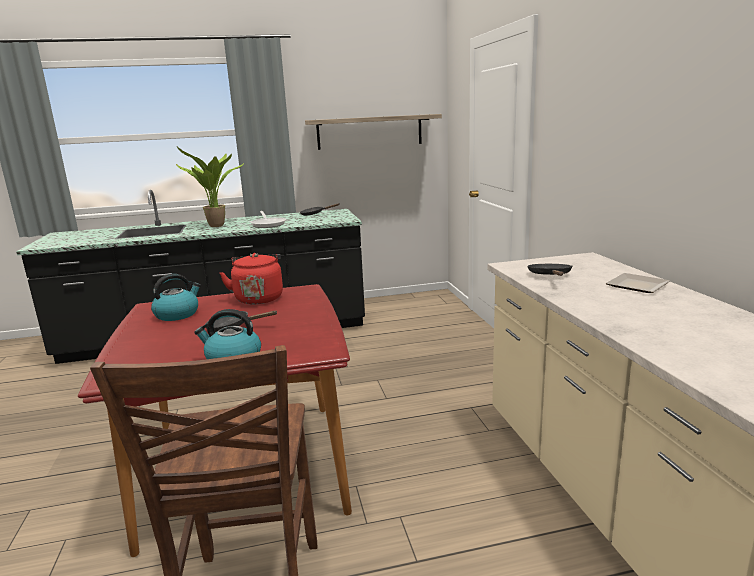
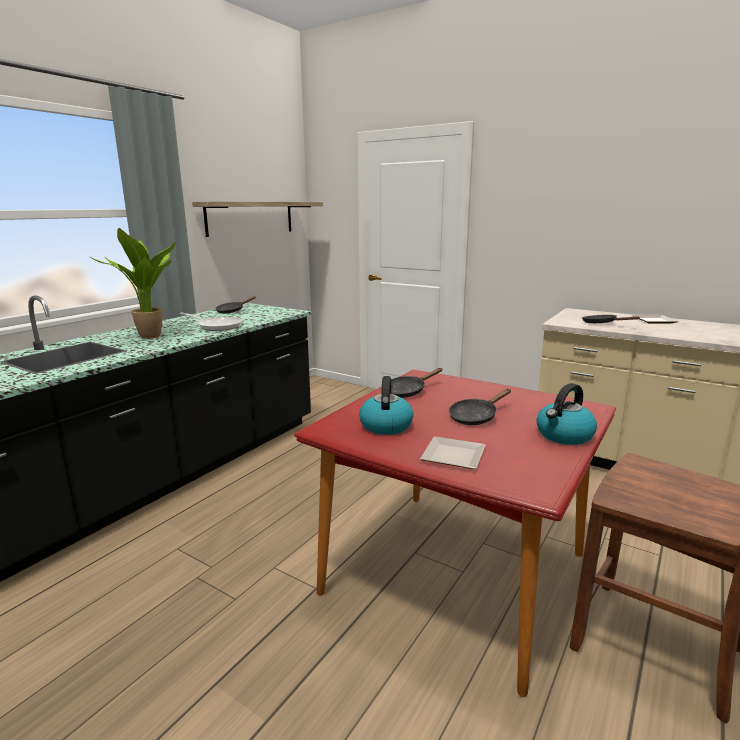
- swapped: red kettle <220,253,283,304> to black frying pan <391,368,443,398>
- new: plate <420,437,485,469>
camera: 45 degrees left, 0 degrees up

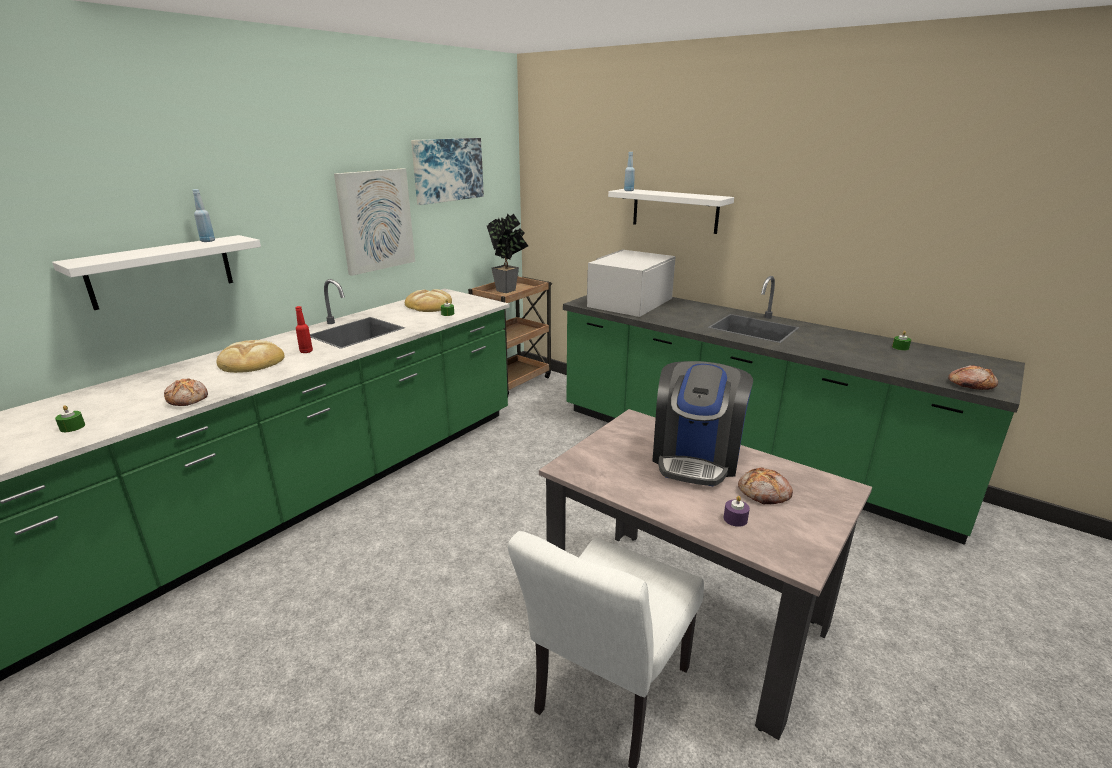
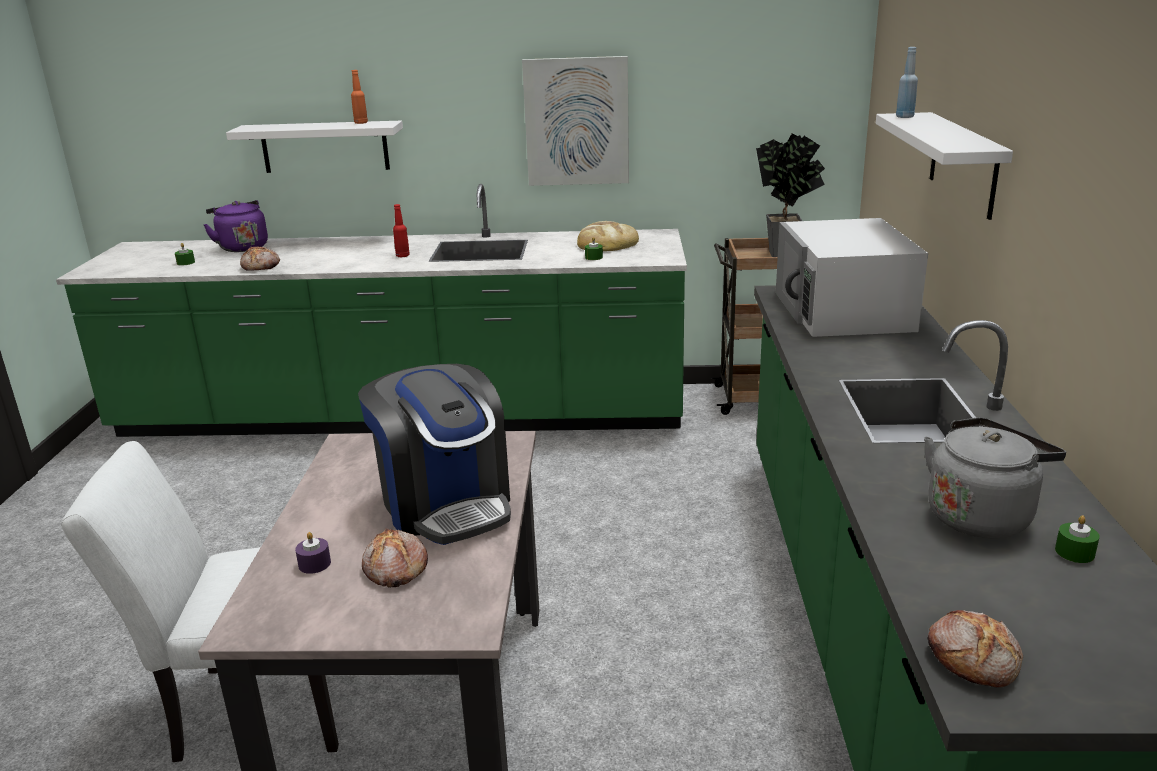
- repainted: blue bottle <192,189,215,242> to orange bottle <351,70,368,124>
- gone: bread <217,340,285,373>
- gone: picture <411,138,484,205>
- rotated: white microwave <587,250,676,317> = <776,218,928,337> 90 degrees counterclockwise
- rotated: coffee machine <652,361,753,486> = <358,364,511,545> 105 degrees counterclockwise
- new: purple kettle <203,200,268,252>
- new: grey kettle <924,417,1066,538>
camera: 55 degrees right, 0 degrees up

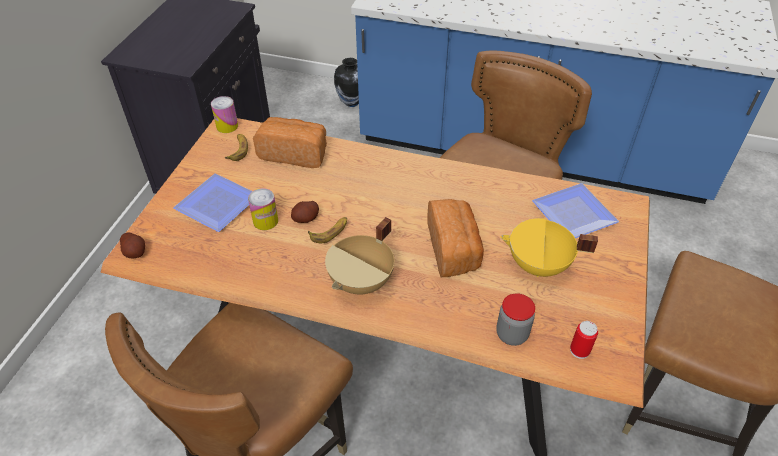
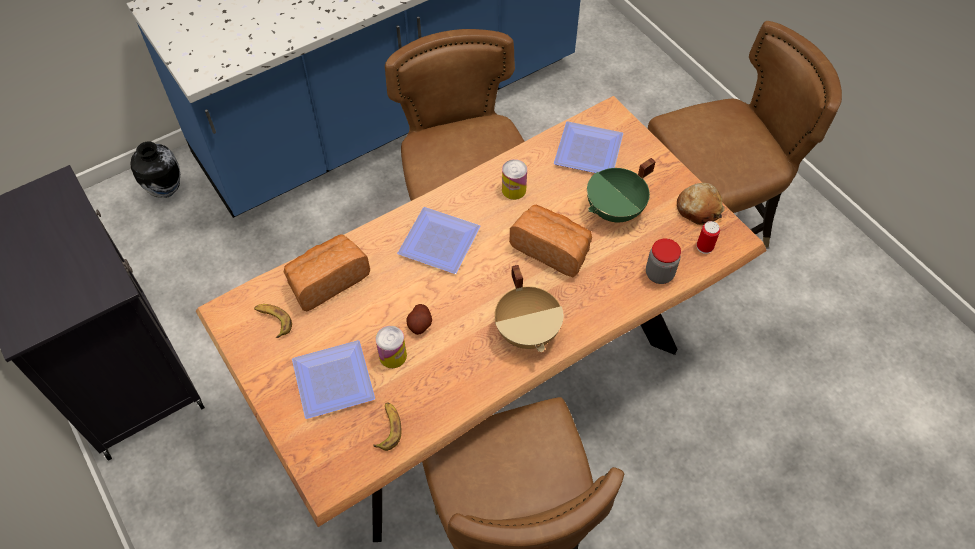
- gone: potato <120,232,145,258>
- shifted: can <211,96,238,133> to <502,159,527,200>
- shifted: banana <308,217,347,243> to <373,402,401,451>
- repainted: yellow cooking pot <501,218,598,277> to green cooking pot <587,158,656,222>
- new: plate <397,207,481,274>
- new: bread <677,183,725,225>
camera: 50 degrees left, 10 degrees up

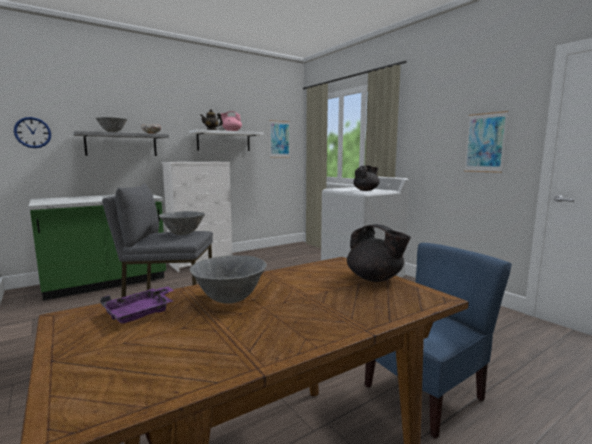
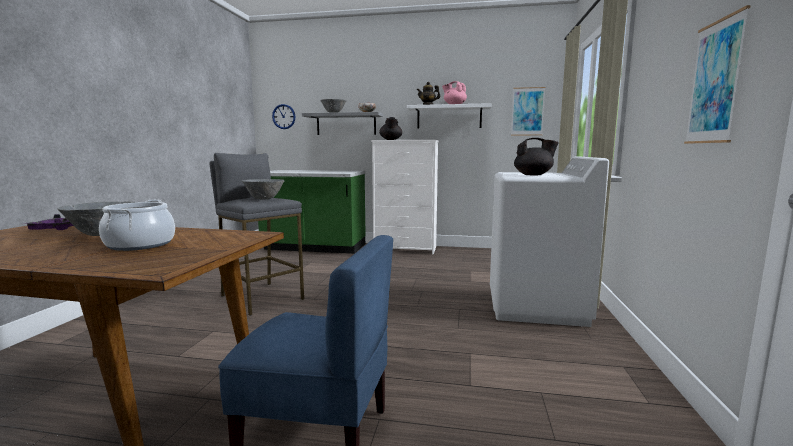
- shifted: black teapot <347,224,411,282> to <379,117,402,140>
- new: cooking pot <99,200,175,251>
camera: 45 degrees right, 0 degrees up

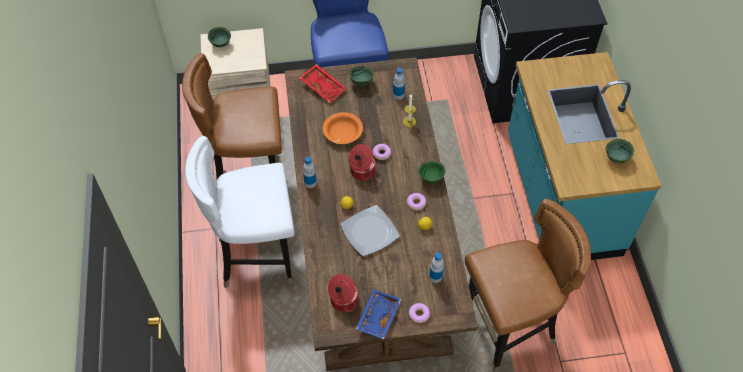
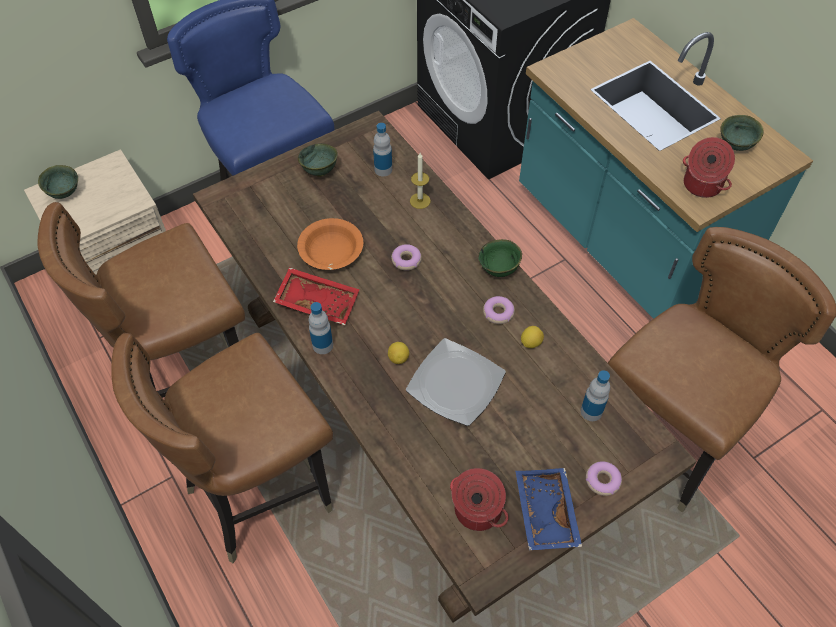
- repainted: white chair <185,136,294,288> to brown chair <111,333,333,563>
- shifted: red tray <299,64,347,103> to <273,267,360,325>
- shifted: cooking pot <349,144,376,181> to <683,137,735,198>
camera: 25 degrees left, 0 degrees up

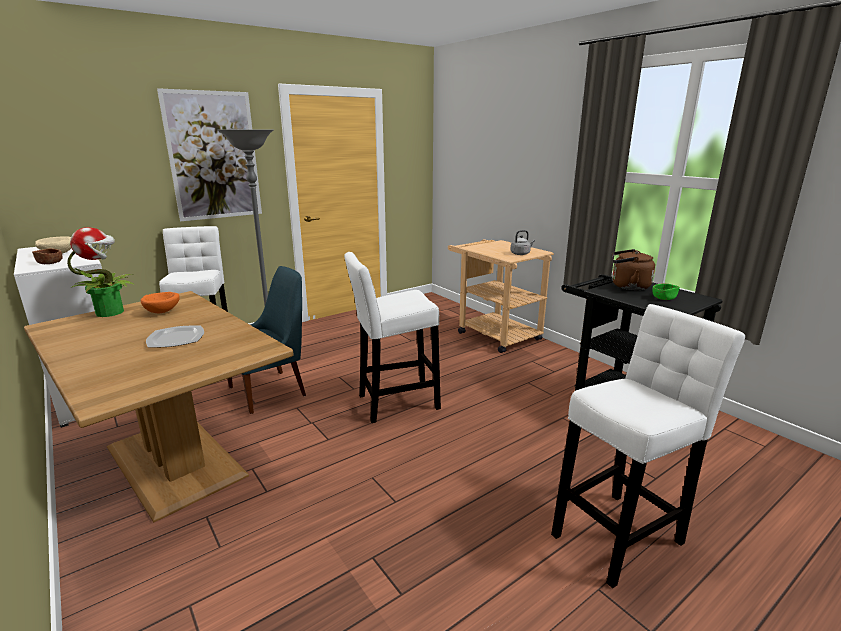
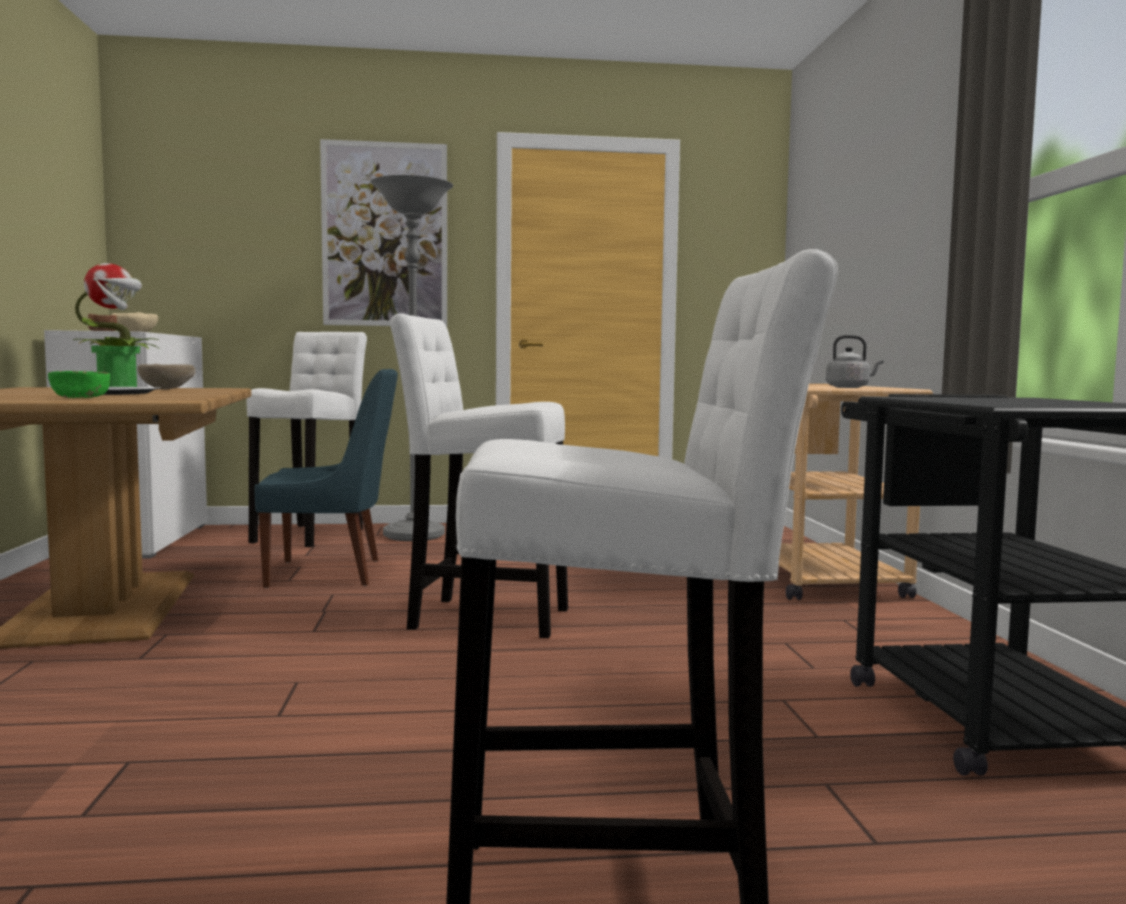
- repainted: orange bowl <141,292,180,313> to beige bowl <138,364,196,390>
- gone: brown kettle <612,249,655,290>
- shifted: green bowl <652,283,680,300> to <48,371,110,398>
camera: 30 degrees right, 15 degrees down

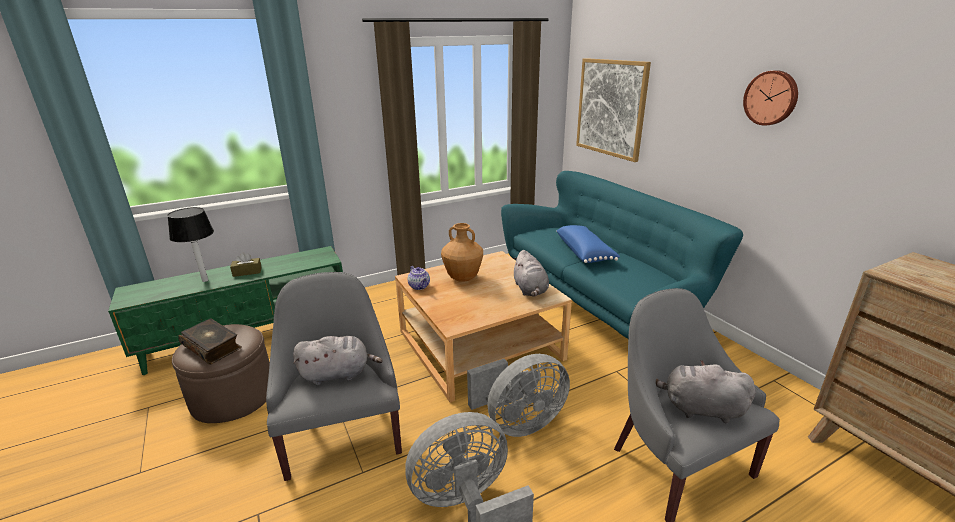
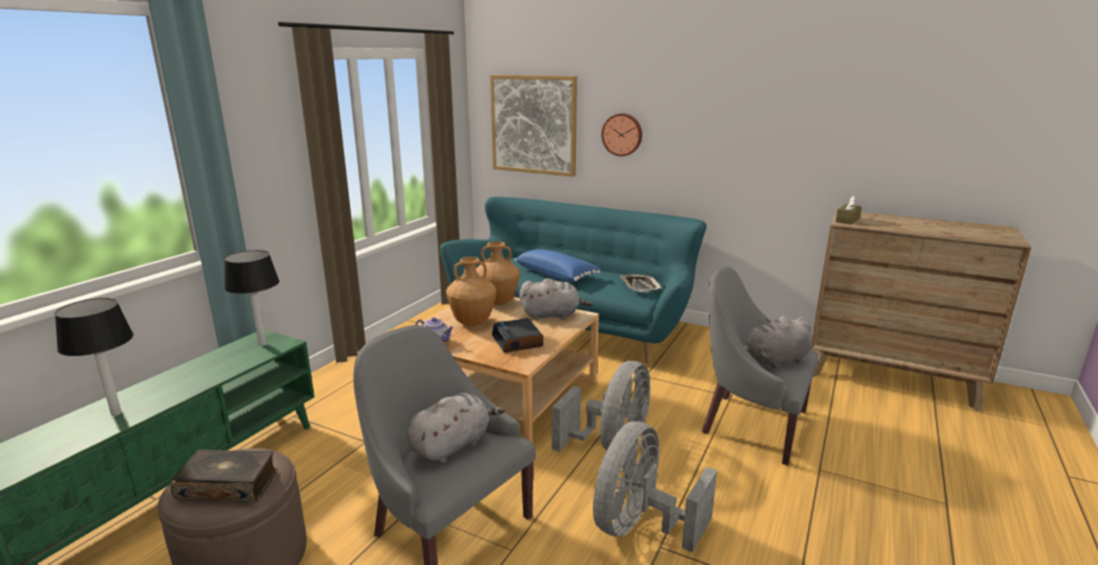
- shifted: brown tissue box <230,253,262,277> to <835,196,862,225>
- rotated: grey plush toy <513,250,549,297> = <519,278,592,320> 45 degrees counterclockwise
- shifted: wall clock <743,70,798,126> to <602,113,642,156>
- new: table lamp <224,250,279,346>
- new: brown vase <476,241,520,305>
- new: alarm clock <492,318,543,353>
- new: tray <620,274,662,293>
camera: 35 degrees left, 5 degrees down

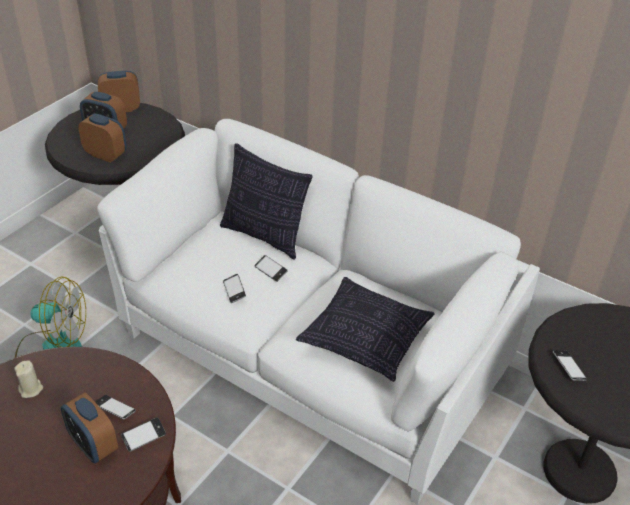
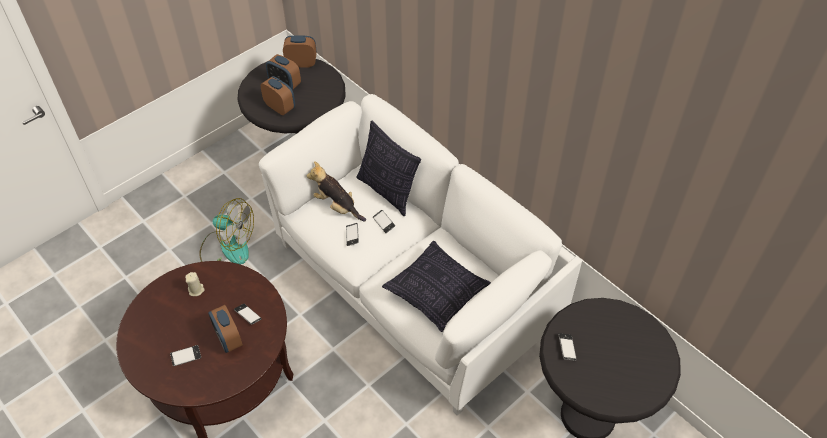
- shifted: phone <121,417,166,452> to <170,345,201,366>
- new: plush toy <307,161,366,222>
camera: 15 degrees right, 10 degrees up

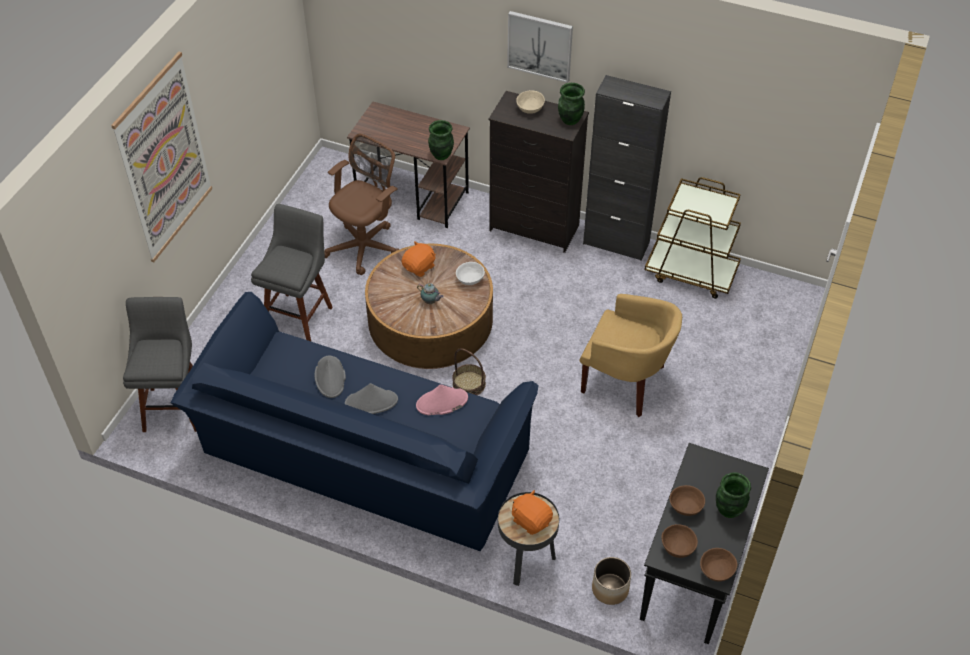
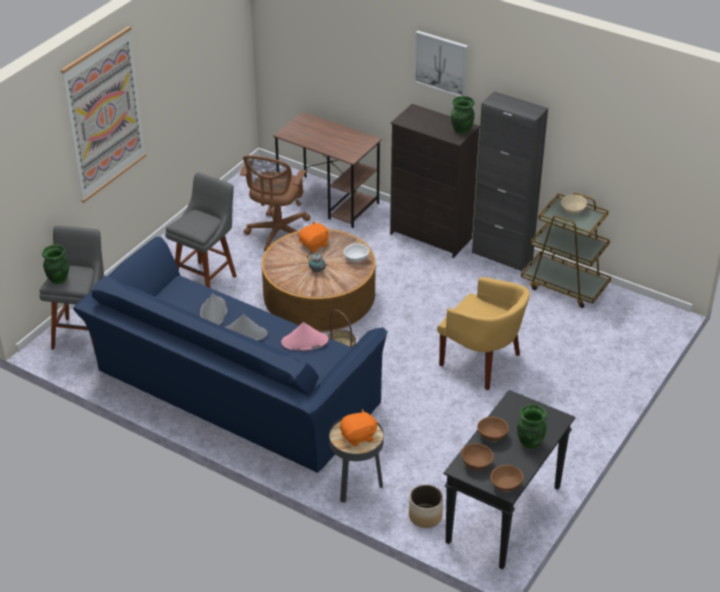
- rotated: brown office chair <324,134,399,275> = <240,155,310,252> 150 degrees clockwise
- shifted: green vase <428,120,454,160> to <42,245,69,284>
- rotated: orange plush toy <512,490,553,535> = <340,409,378,446> 105 degrees clockwise
- shifted: beige bowl <516,90,545,114> to <561,194,587,214>
camera: 10 degrees right, 10 degrees down

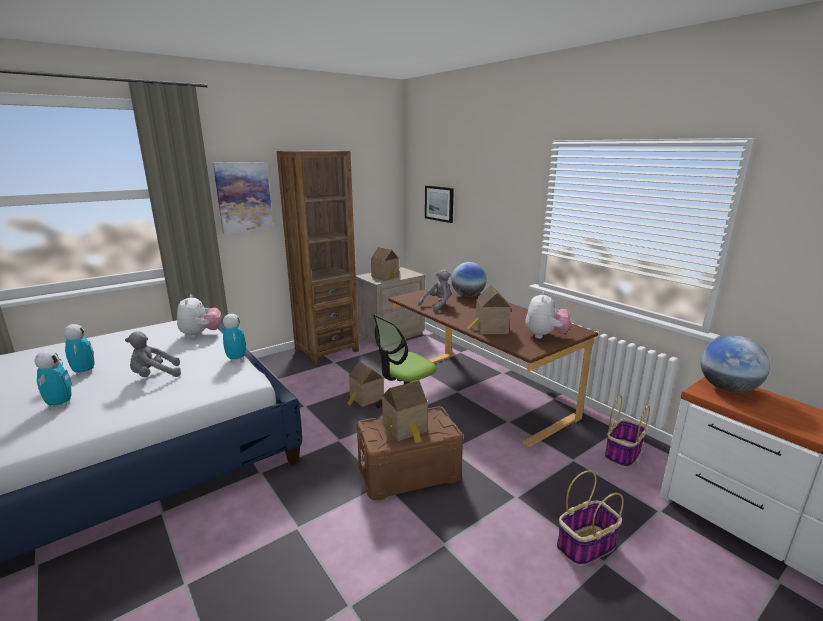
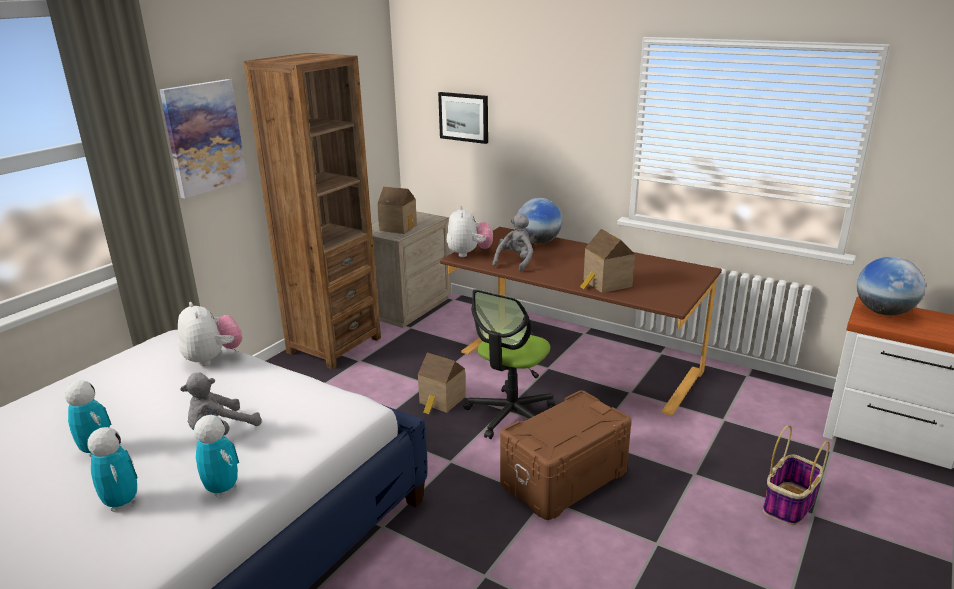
- shifted: toy robot <223,314,246,362> to <194,415,239,498>
- gone: toy house <382,380,428,443>
- shifted: plush toy <525,291,571,339> to <447,206,493,257>
- gone: basket <605,396,650,468>
camera: 20 degrees left, 5 degrees up

